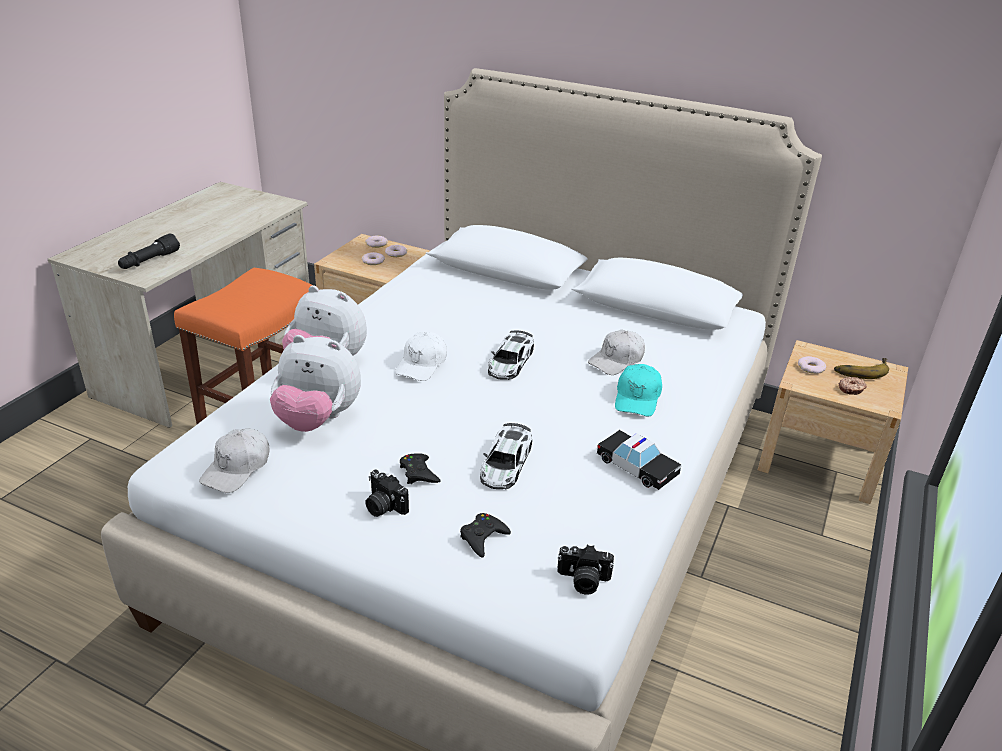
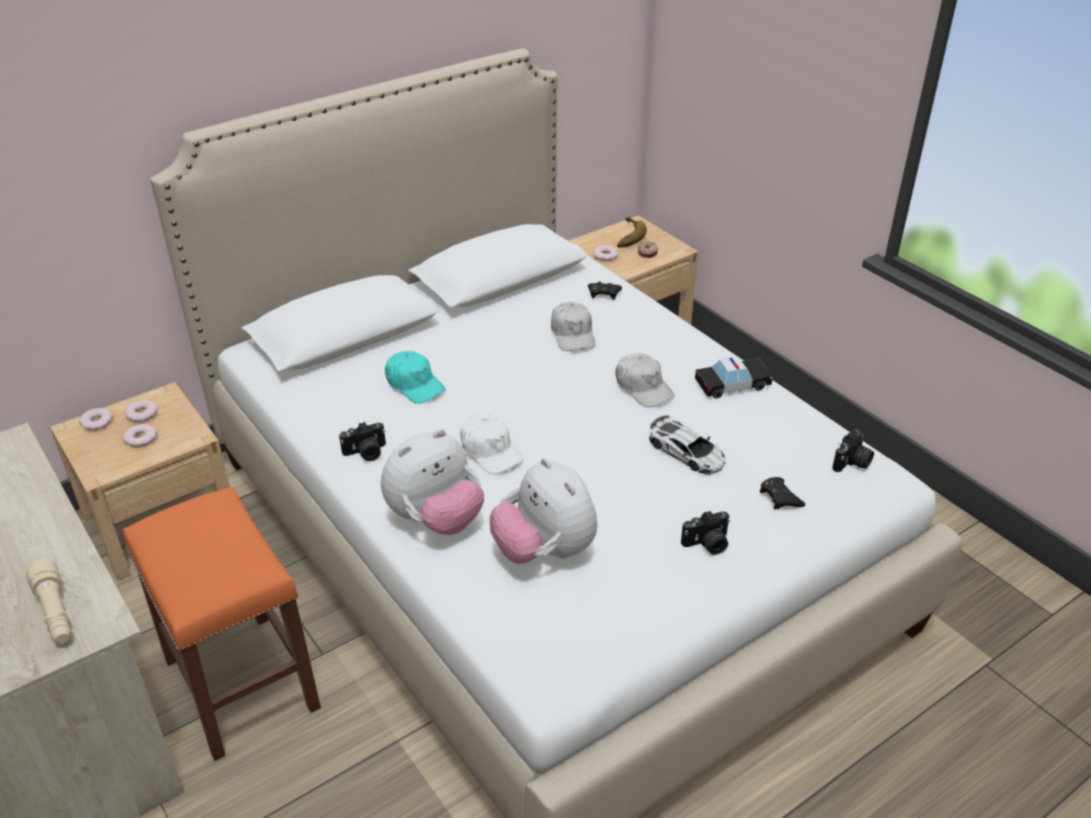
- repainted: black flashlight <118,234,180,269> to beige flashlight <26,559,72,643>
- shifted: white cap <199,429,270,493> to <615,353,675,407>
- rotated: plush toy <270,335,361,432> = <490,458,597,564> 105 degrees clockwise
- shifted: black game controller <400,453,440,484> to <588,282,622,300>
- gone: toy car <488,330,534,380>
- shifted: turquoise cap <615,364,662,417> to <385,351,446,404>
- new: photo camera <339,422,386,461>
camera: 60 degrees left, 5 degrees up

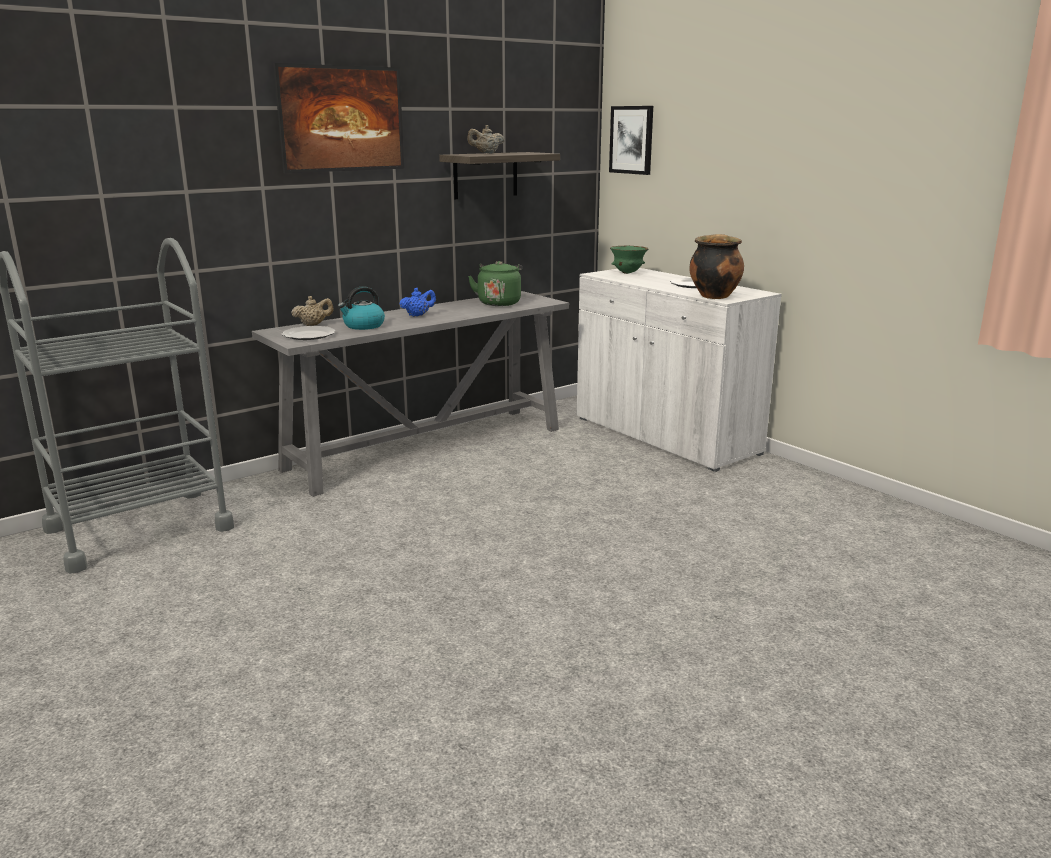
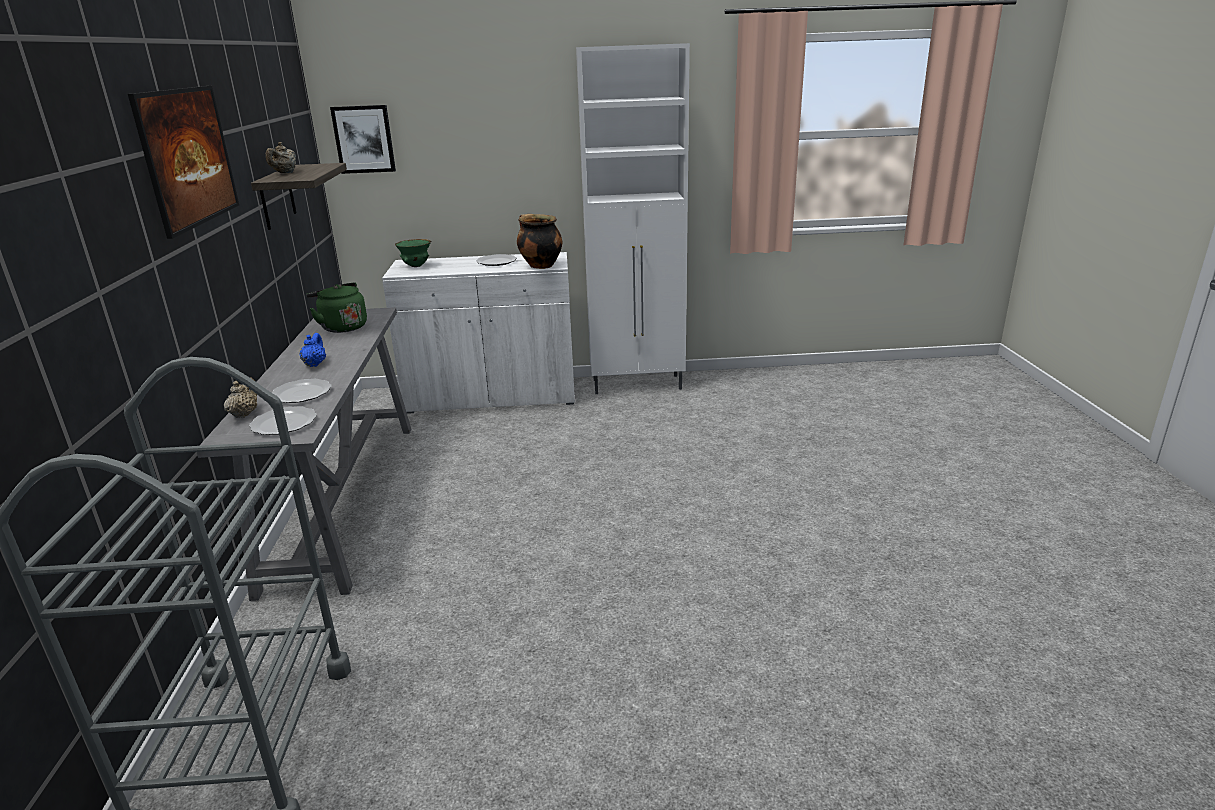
- swapped: kettle <338,286,385,330> to plate <271,379,332,403>
- new: white cabinet <576,43,690,394>
camera: 55 degrees left, 5 degrees up

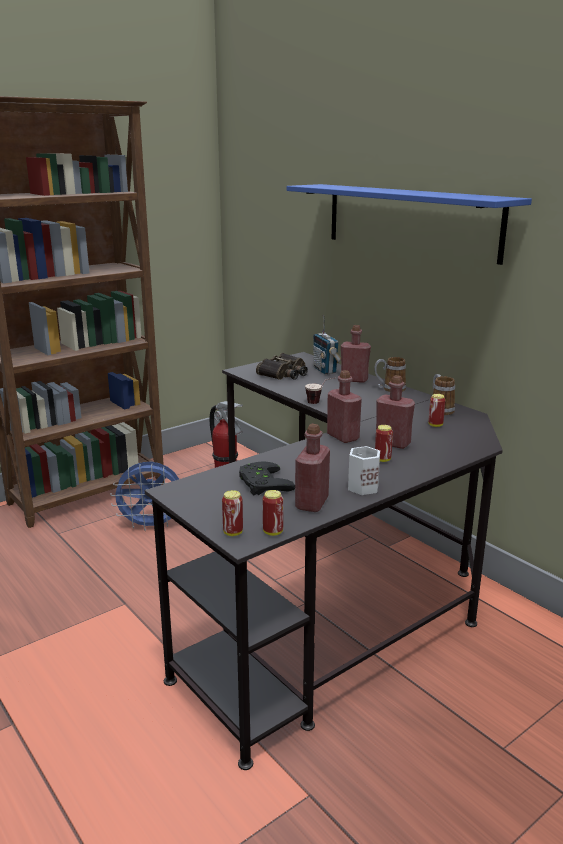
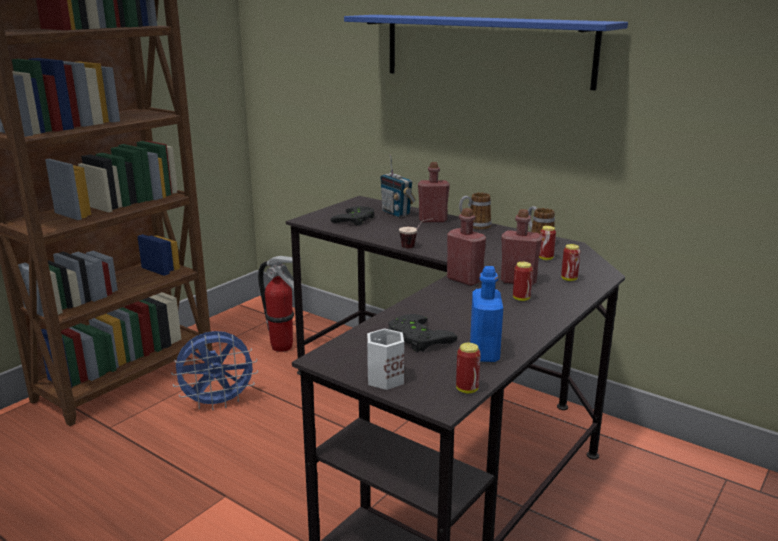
- shifted: can <222,490,243,536> to <561,244,581,281>
- swapped: binoculars <256,353,308,380> to black game controller <331,206,374,226>
- repainted: red bottle <295,424,330,512> to blue bottle <470,266,503,362>
- shifted: white mug <348,446,380,495> to <367,328,404,390>
camera: 15 degrees left, 0 degrees up

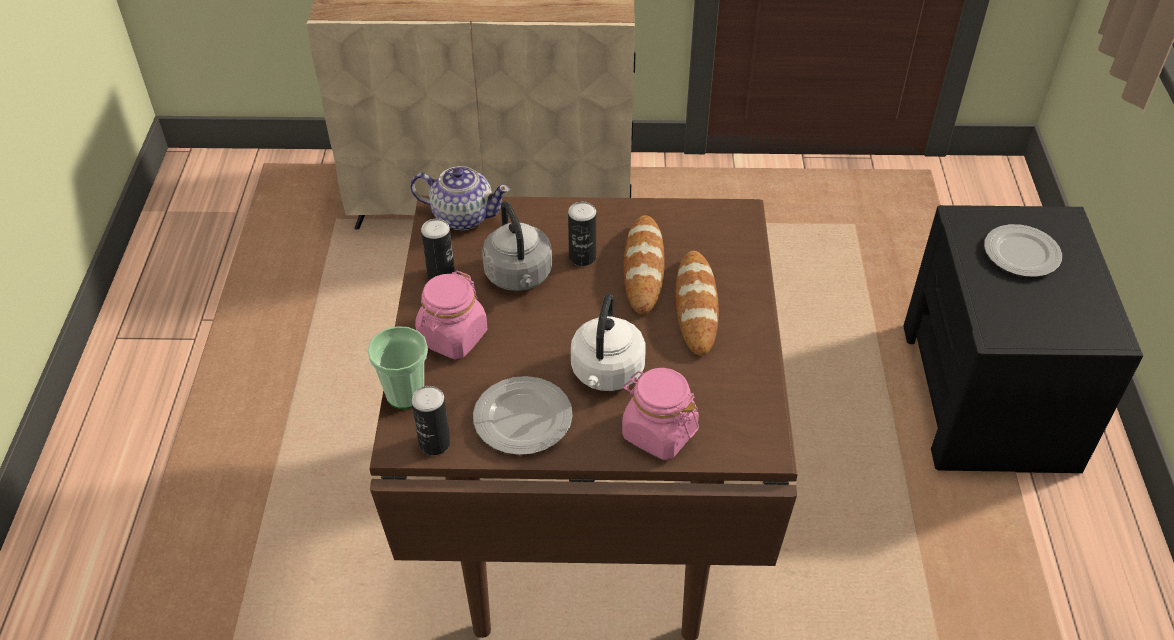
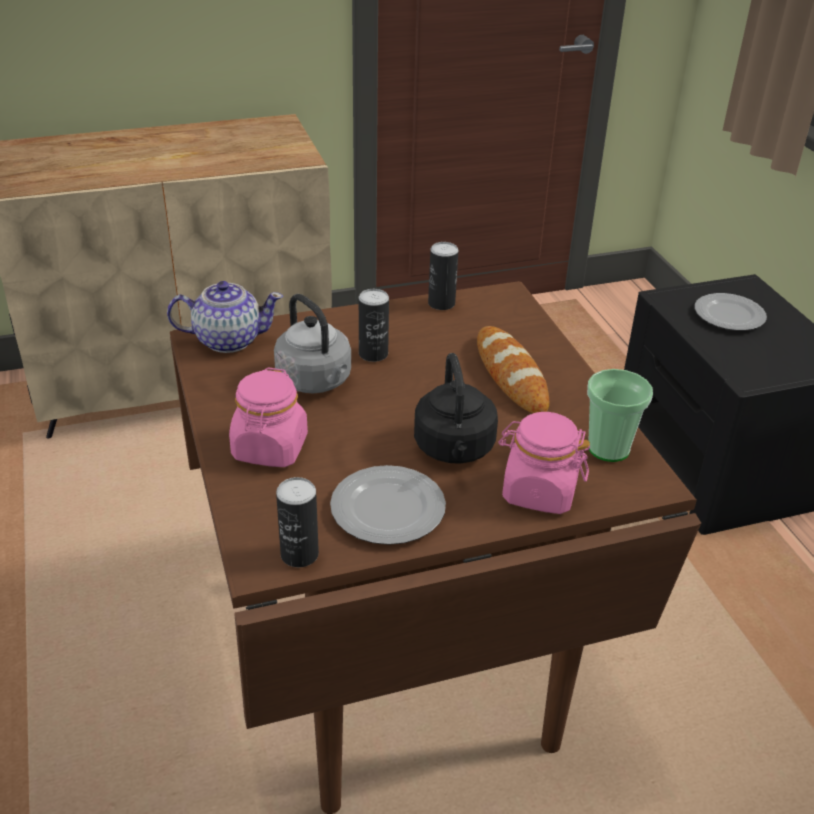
- shifted: cup <367,326,428,409> to <587,369,653,462>
- shifted: can <421,219,455,280> to <428,242,459,310>
- repainted: white kettle <571,294,646,391> to black kettle <414,353,498,464>
- gone: bread <624,215,665,314>
camera: 20 degrees left, 10 degrees down

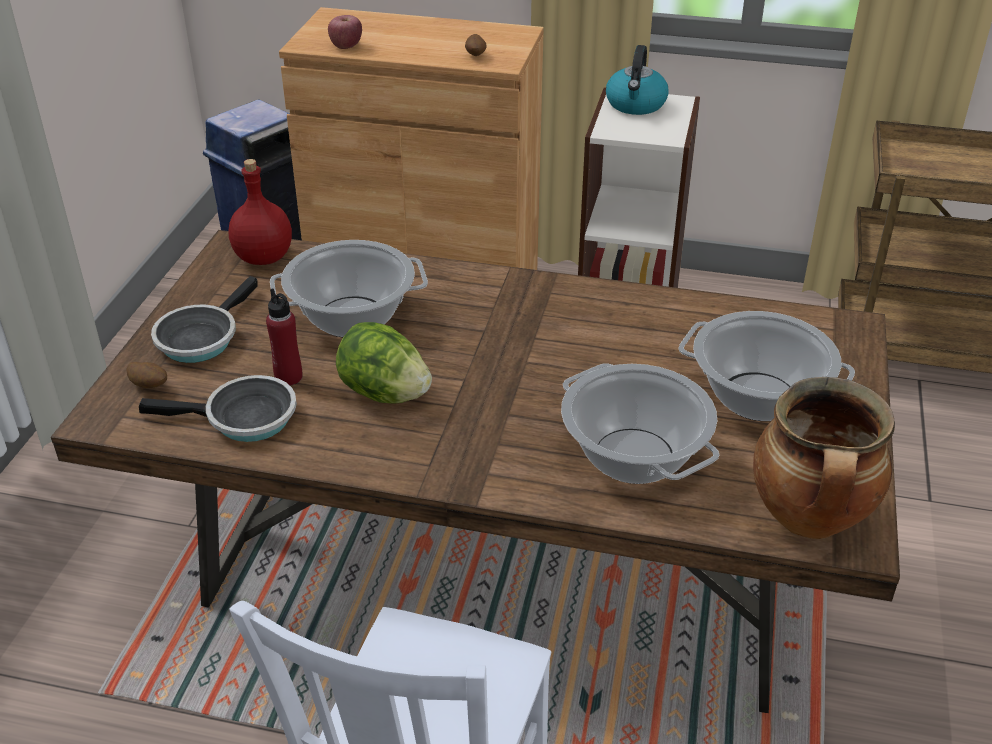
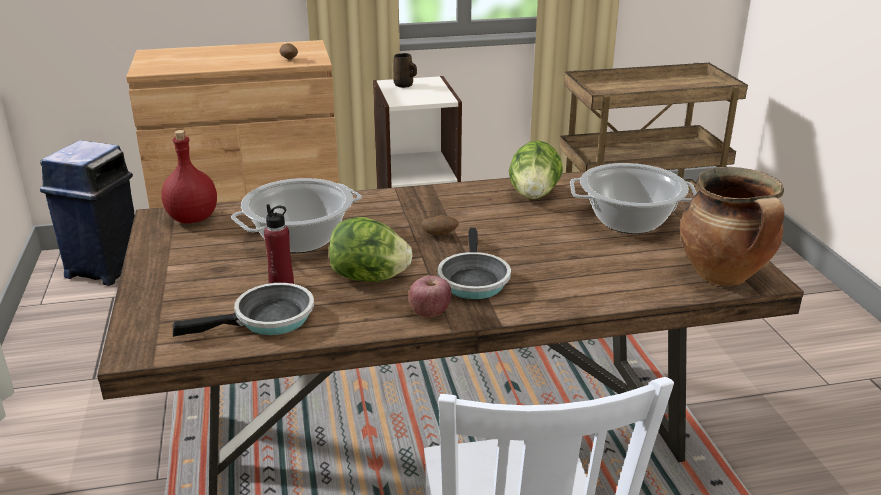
- shifted: potato <126,362,167,388> to <422,215,459,236>
- shifted: frying pan <151,276,257,363> to <437,228,511,299>
- shifted: apple <328,15,362,49> to <408,276,452,318>
- gone: cooking pot <561,363,719,484>
- swapped: kettle <606,45,669,115> to brown mug <393,53,417,88>
- new: lettuce <509,140,563,199>
camera: 25 degrees left, 10 degrees down

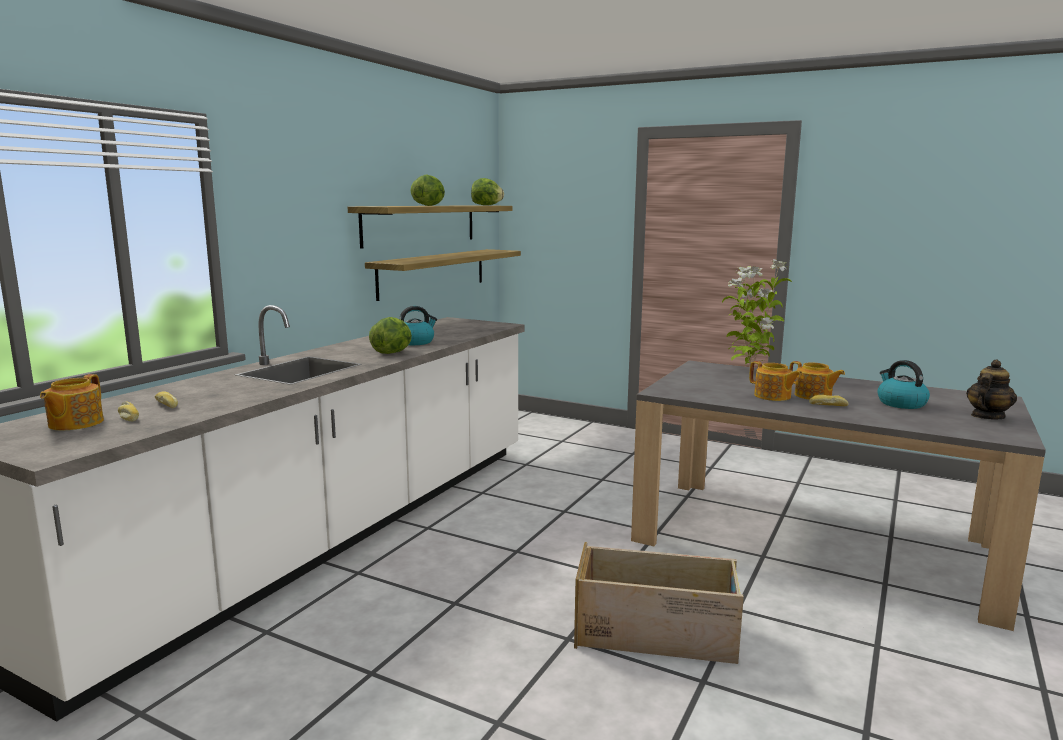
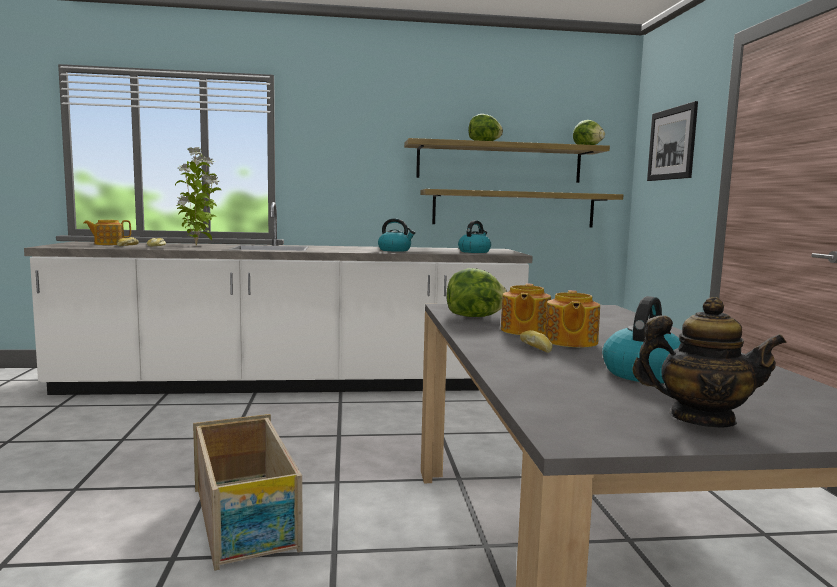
- shifted: lettuce <369,317,412,354> to <446,268,508,317>
- shifted: potted plant <722,259,792,368> to <175,147,221,246>
- new: kettle <458,220,491,253>
- new: picture <647,101,698,181>
camera: 55 degrees right, 5 degrees down

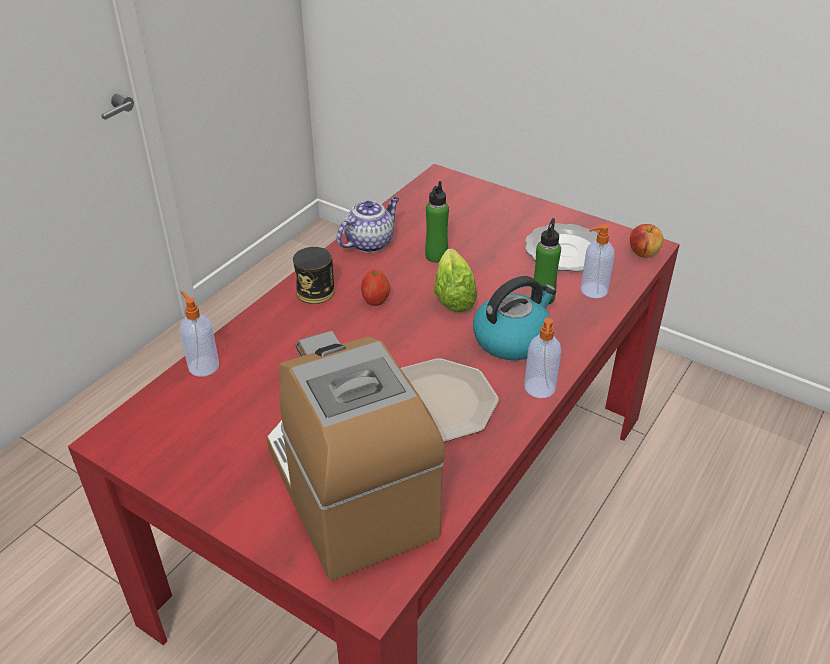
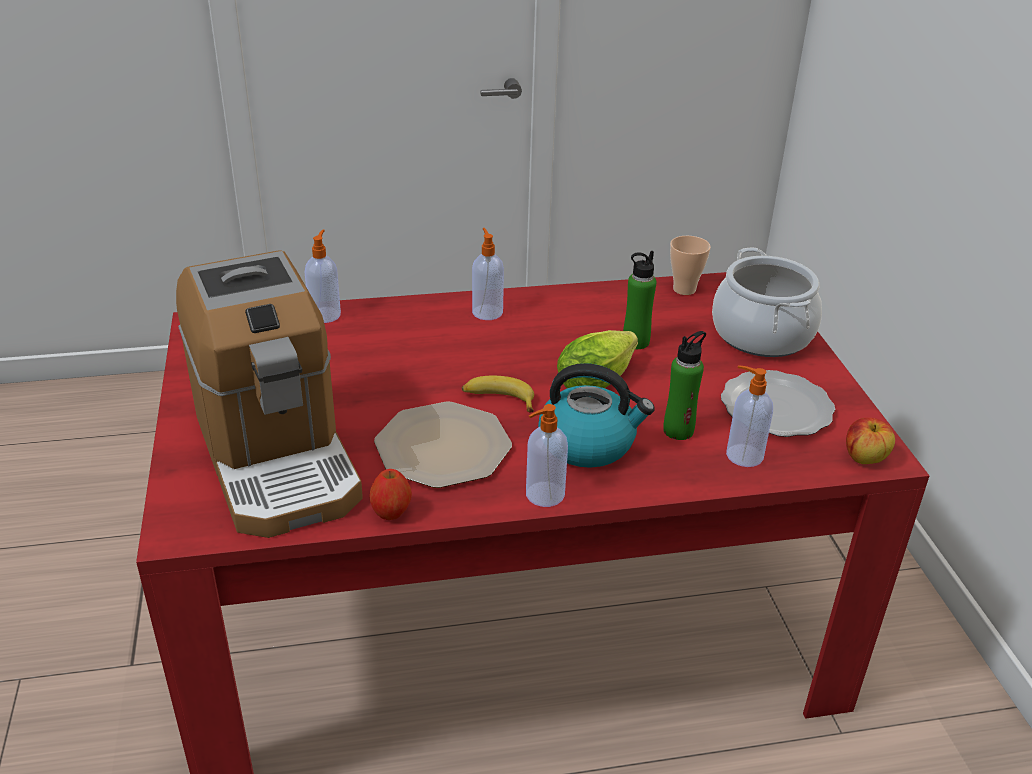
- rotated: coffee machine <267,331,446,581> = <176,250,363,538> 135 degrees clockwise
- swapped: can <293,247,335,304> to soap dispenser <472,228,504,320>
- gone: teapot <337,197,399,253>
- shifted: apple <361,269,390,306> to <369,469,412,520>
- new: banana <462,376,534,412>
- new: cup <670,236,711,295>
- new: cooking pot <712,247,822,357>
camera: 45 degrees right, 5 degrees down

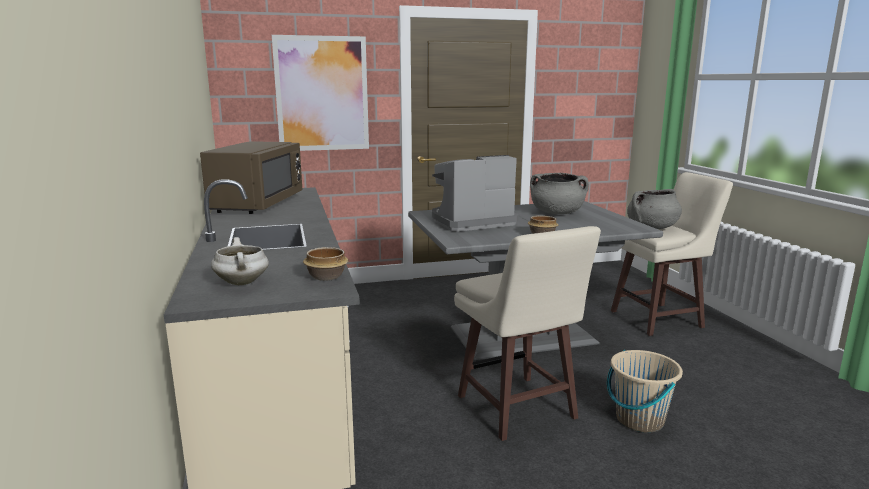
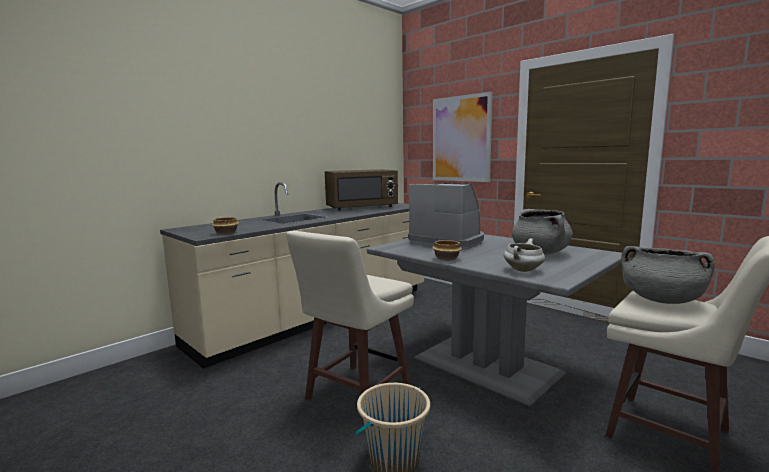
- shifted: white cooking pot <211,237,269,285> to <504,238,545,272>
camera: 60 degrees right, 5 degrees down

